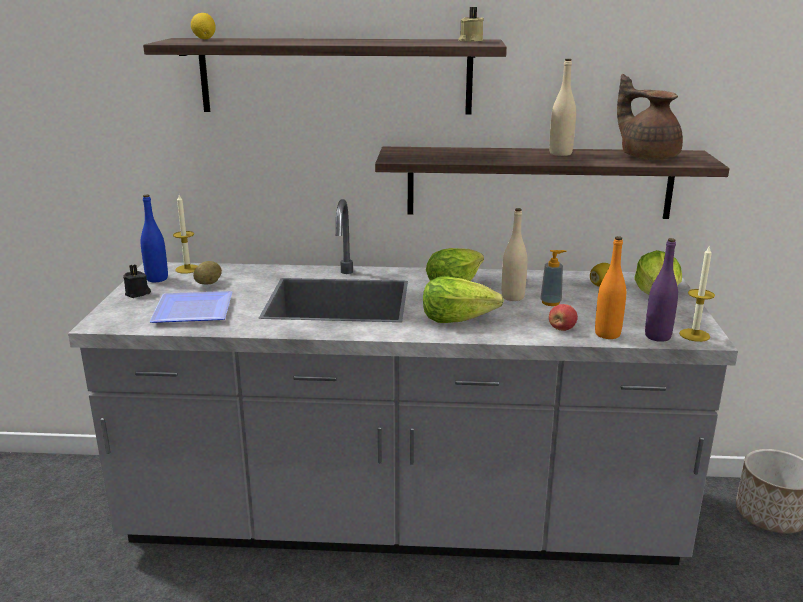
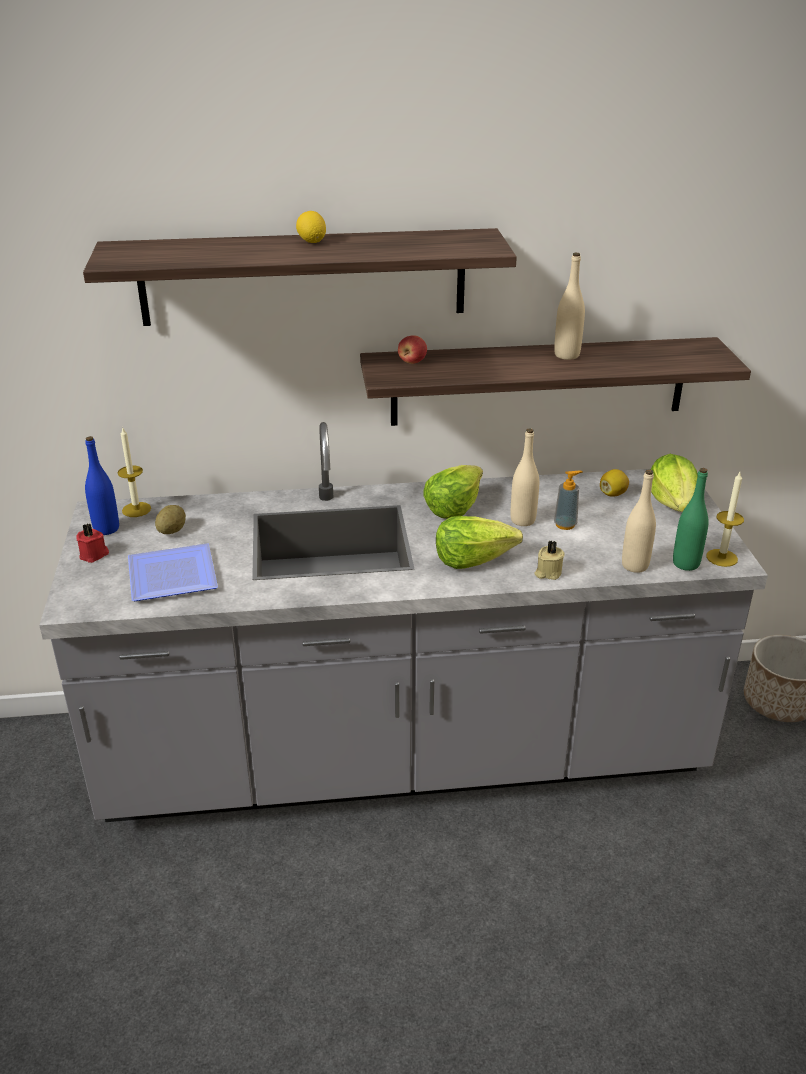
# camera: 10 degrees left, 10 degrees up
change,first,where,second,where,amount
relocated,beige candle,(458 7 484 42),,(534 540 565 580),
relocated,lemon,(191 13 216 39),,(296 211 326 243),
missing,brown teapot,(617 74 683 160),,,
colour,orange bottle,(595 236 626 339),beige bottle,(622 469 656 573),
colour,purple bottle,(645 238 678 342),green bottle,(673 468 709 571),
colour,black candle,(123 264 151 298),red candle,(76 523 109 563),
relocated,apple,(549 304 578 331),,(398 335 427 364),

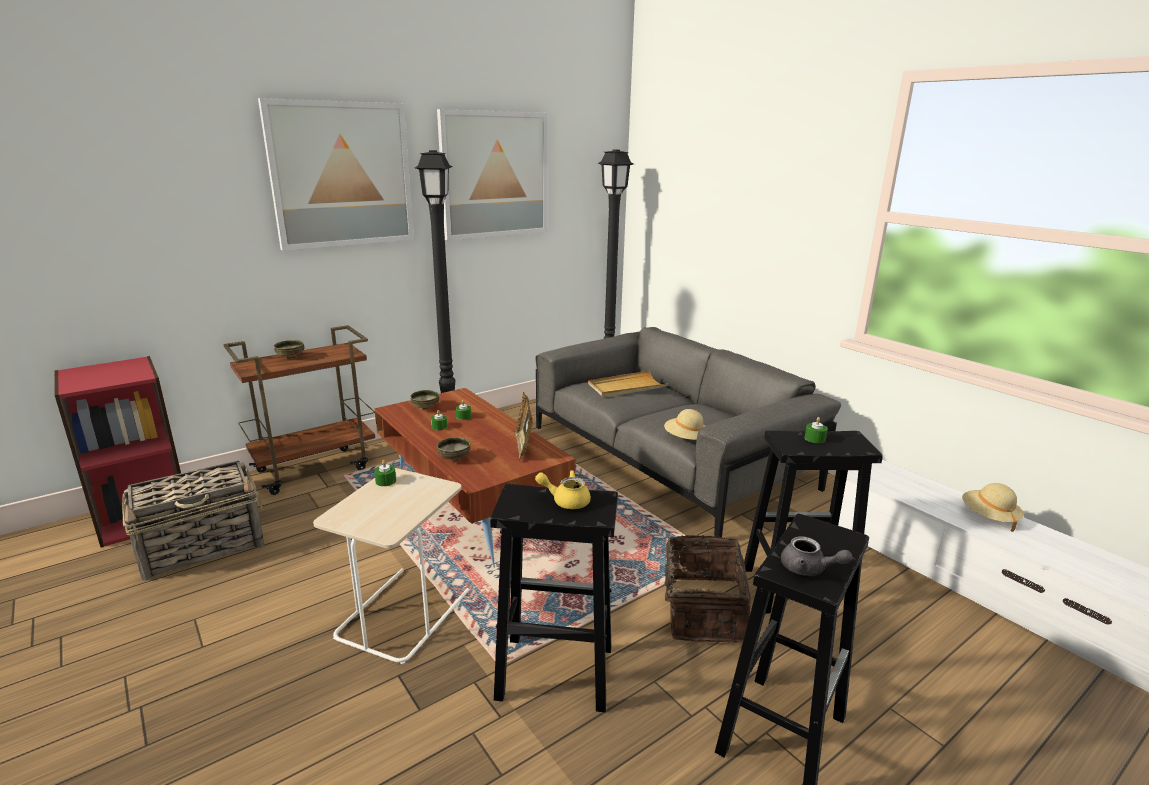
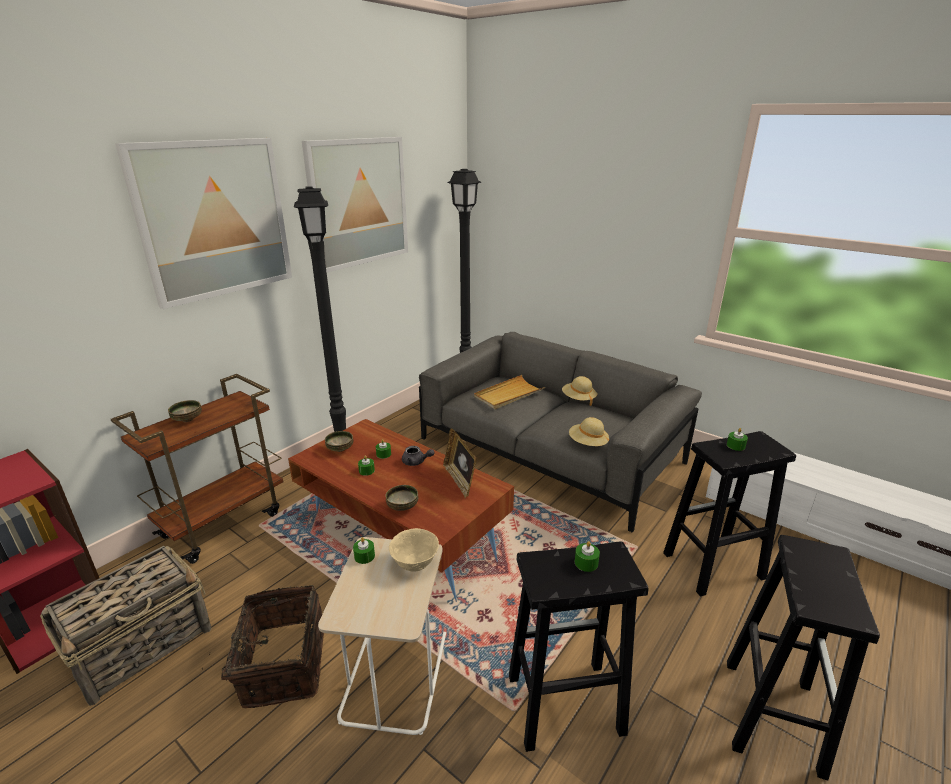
# camera: 15 degrees left, 5 degrees up
change,first,where,second,where,amount
exchanged,yellow teapot,(535 470 591 509),green candle,(575 541 600 572),
relocated,beige hat,(962 483 1024 532),,(562 376 598 406),
relocated,basket,(646 535 751 643),,(202 585 324 709),
relocated,grey teapot,(781 536 853 576),,(402 446 434 466),
appeared,,,beige bowl,(389 528 439 571),

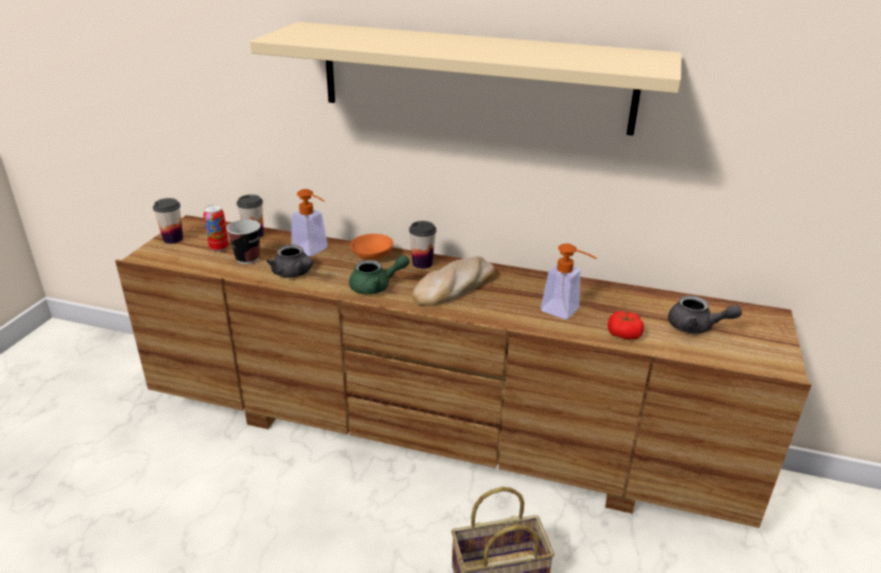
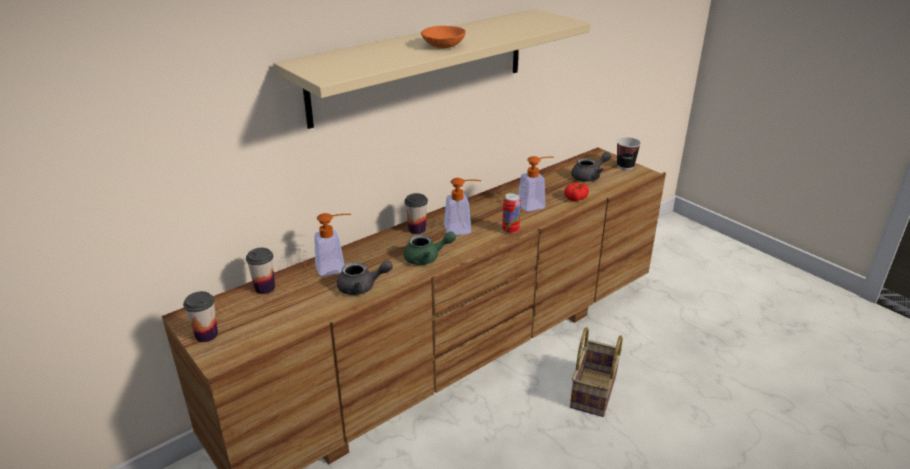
# camera: 55 degrees left, 0 degrees up
change,first,where,second,where,amount
relocated,can,(203 205 229 252),,(502 193 521 234),
relocated,cup,(226 219 260 264),,(617 137 641 170),
relocated,orange bowl,(350 234 393 260),,(421 26 466 48),
spun,green teapot,(349 255 410 294),,(404 231 456 265),60 degrees clockwise
exchanged,bread,(412 256 495 306),soap dispenser,(444 178 481 235),

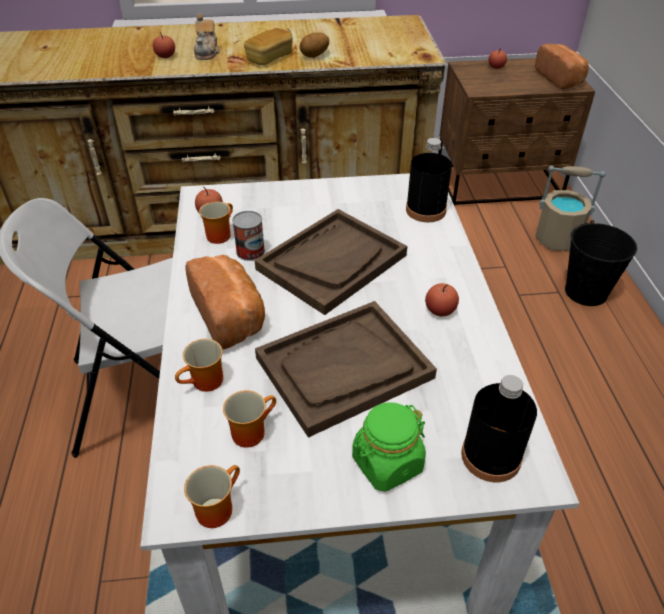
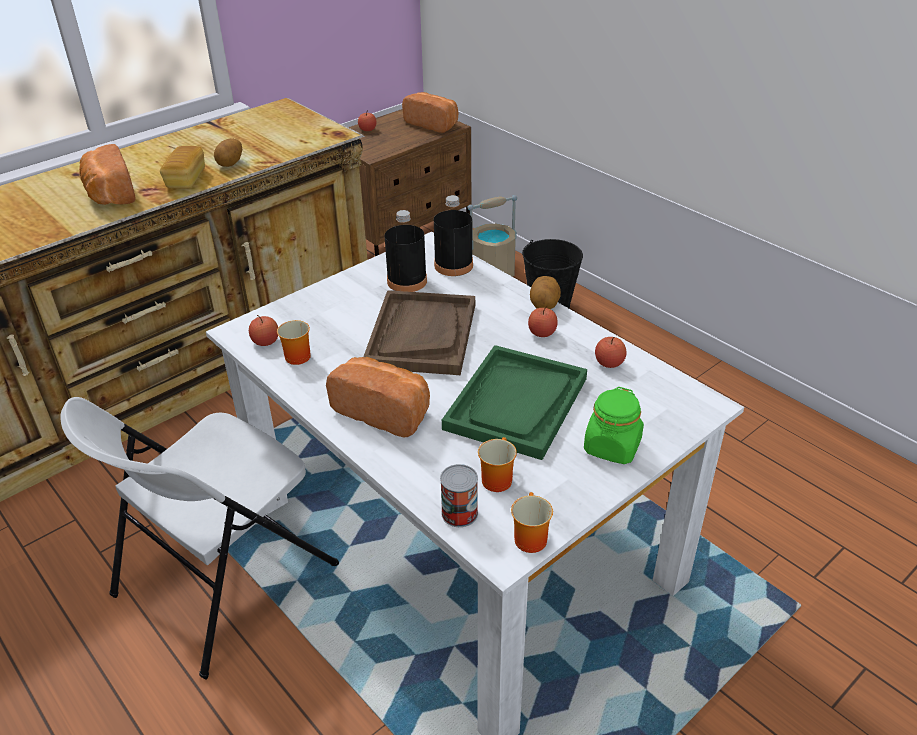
# camera: 35 degrees left, 5 degrees down
change,first,where,second,where,amount
exchanged,teapot,(194 14 220 60),bread,(79 144 136 205),
relocated,apple,(153 33 175 58),,(595 337 626 368),
relocated,can,(232 211 265 261),,(440 464 478 527),
colour,brown tray,(255 301 437 438),green tray,(442 345 587 460),
missing,mug,(175 339 223 392),,,
relocated,black bottle,(461 375 537 482),,(385 210 427 292),
appeared,,,potato,(530 276 561 309),

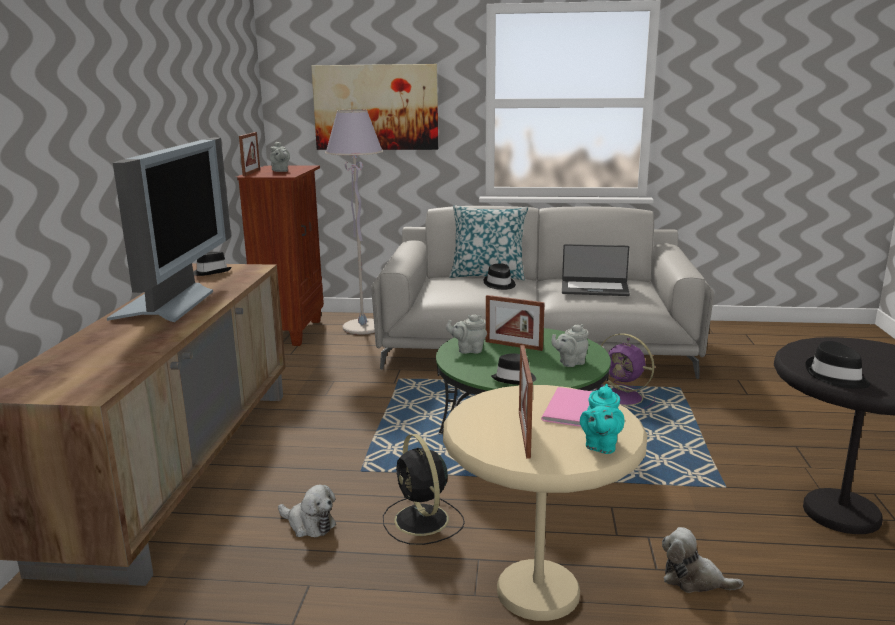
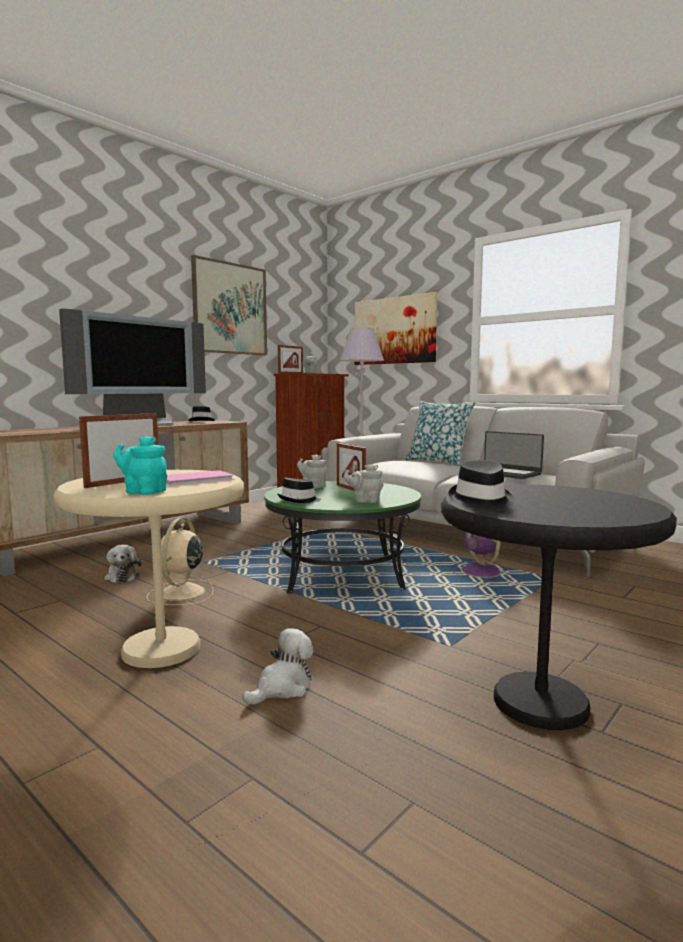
# camera: 35 degrees right, 10 degrees down
change,first,where,second,where,amount
missing,black hat,(484 264 516 290),,,
spun,turquoise teapot,(580 384 625 454),,(113 436 167 495),60 degrees clockwise
colour,black fan,(383 434 465 545),beige fan,(146 518 213 605),
spun,plush toy,(662 527 743 593),,(242 628 313 705),75 degrees clockwise
appeared,,,picture,(191 255 267 355),

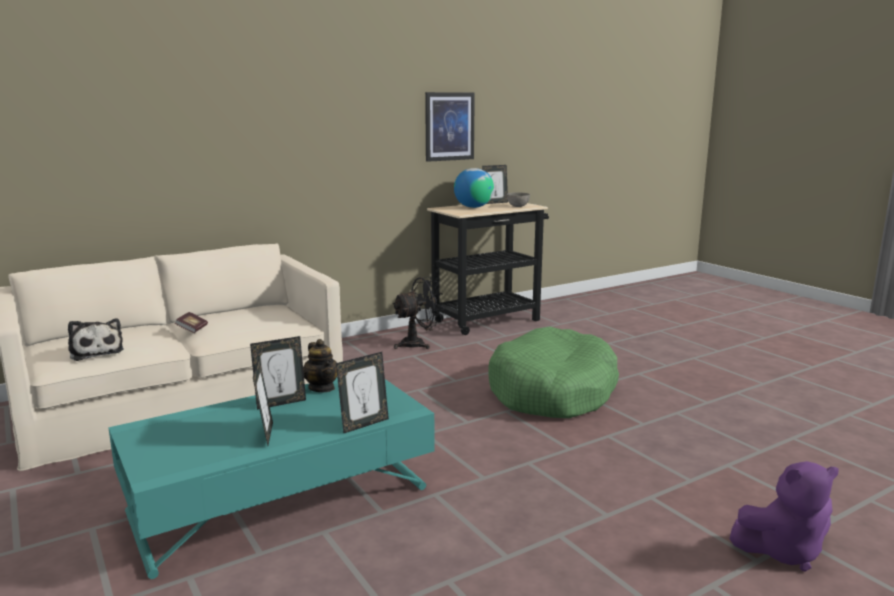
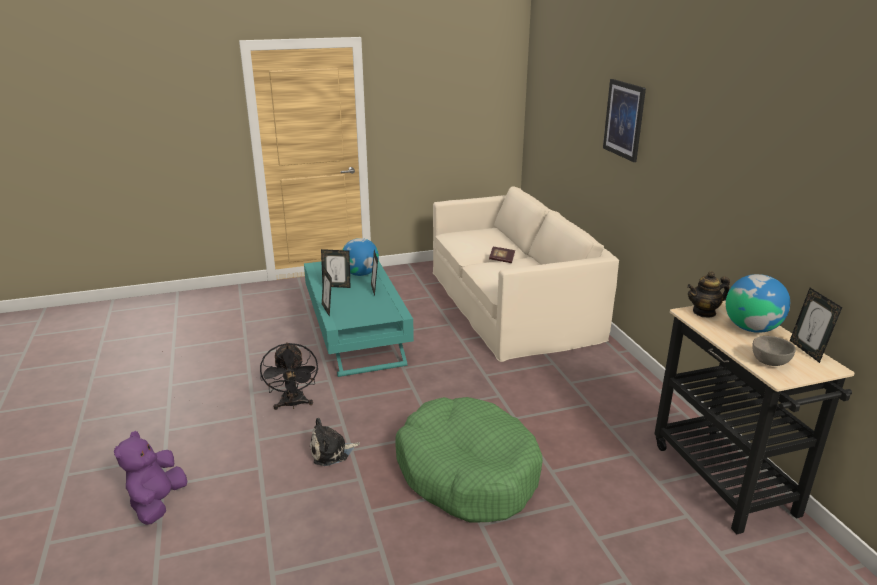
# camera: 105 degrees right, 10 degrees up
change,first,where,second,where,amount
relocated,picture,(425 92 475 162),,(603 79 646 162),
relocated,black fan,(393 277 445 349),,(260 342 318 410),
relocated,plush toy,(68 318 124 361),,(310 418 360 466),
relocated,teapot,(303 339 337 392),,(687 271 730 318),
appeared,,,globe,(343 238 379 276),

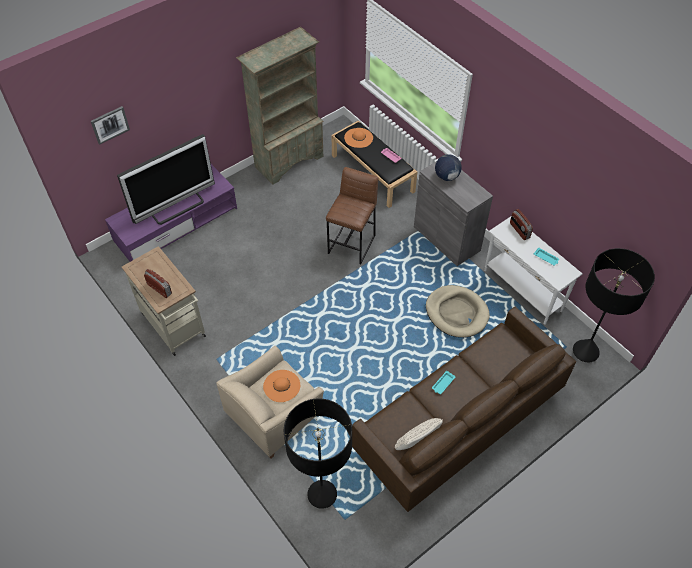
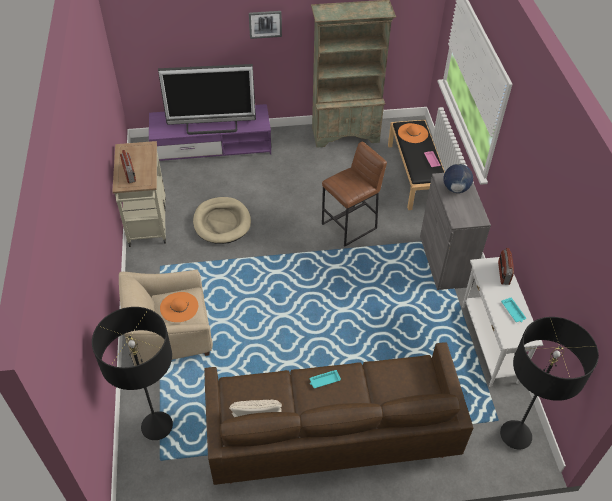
# camera: 30 degrees right, 5 degrees down
change,first,where,second,where,amount
relocated,picture,(91 106 130 145),,(249 11 282 39),
relocated,beige dog bed,(426 285 490 338),,(193 197 251 244),

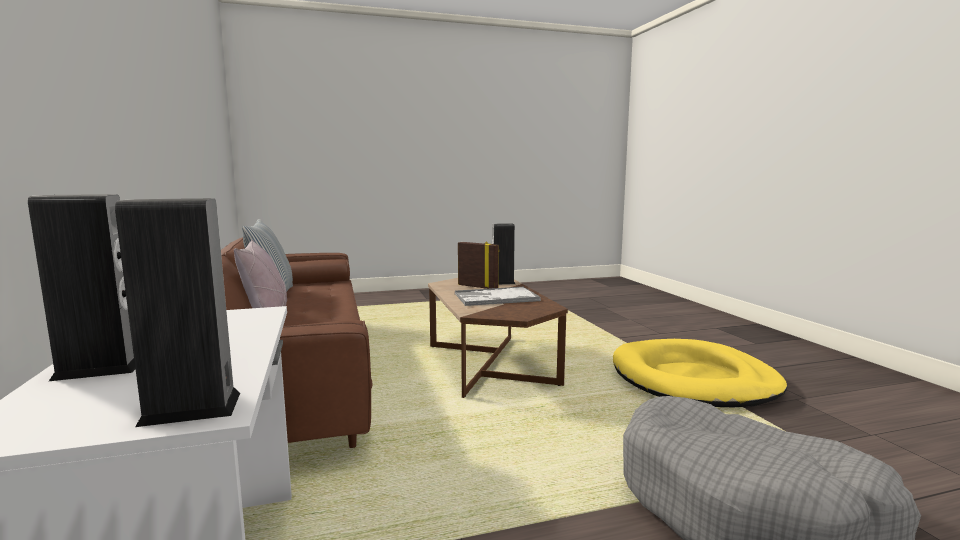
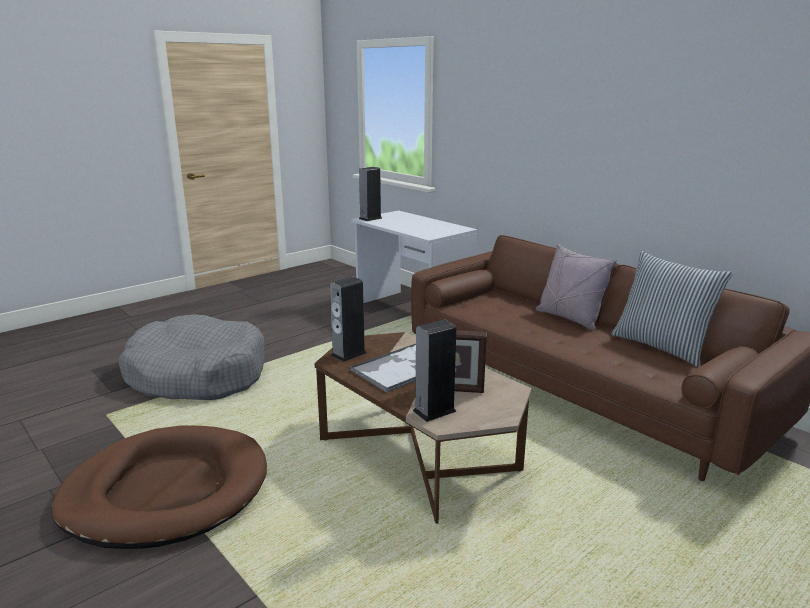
# camera: 155 degrees right, 10 degrees up
change,first,where,second,where,amount
relocated,speaker,(28 194 135 381),,(330 277 367 362),
colour,yellow dog bed,(613 339 787 407),brown dog bed,(51 425 267 549),

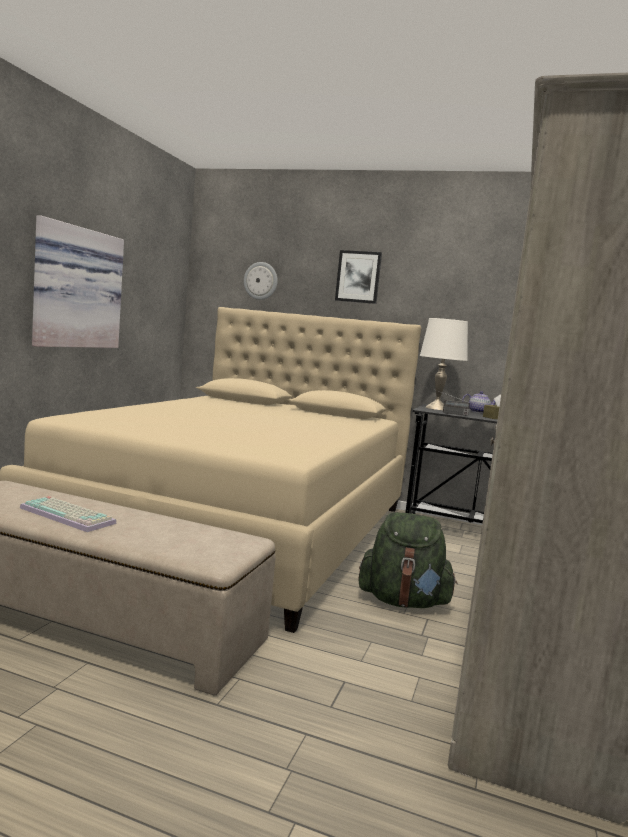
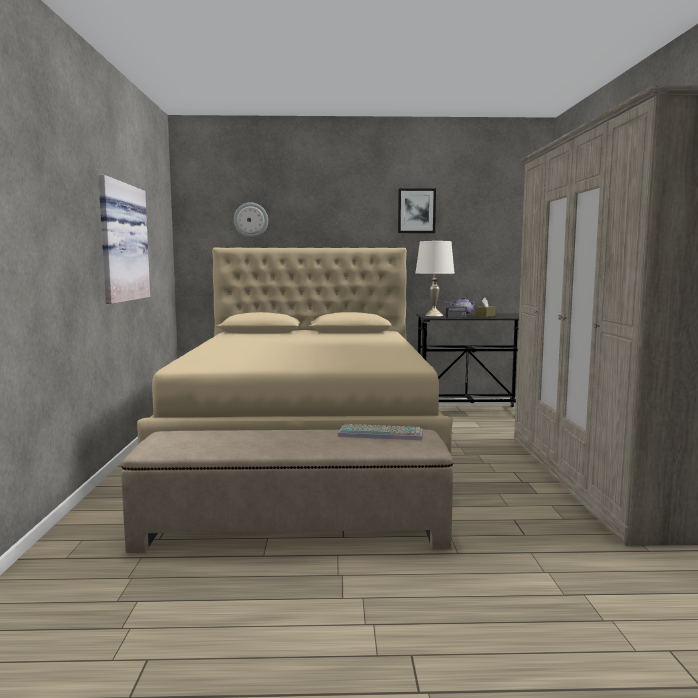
# camera: 20 degrees left, 0 degrees up
change,first,where,second,where,amount
relocated,picture,(335 250 382 304),,(398 188 436 233),
relocated,keyboard,(20 496 117 532),,(338 424 423 440),
missing,green backpack,(359 512 457 608),,,

